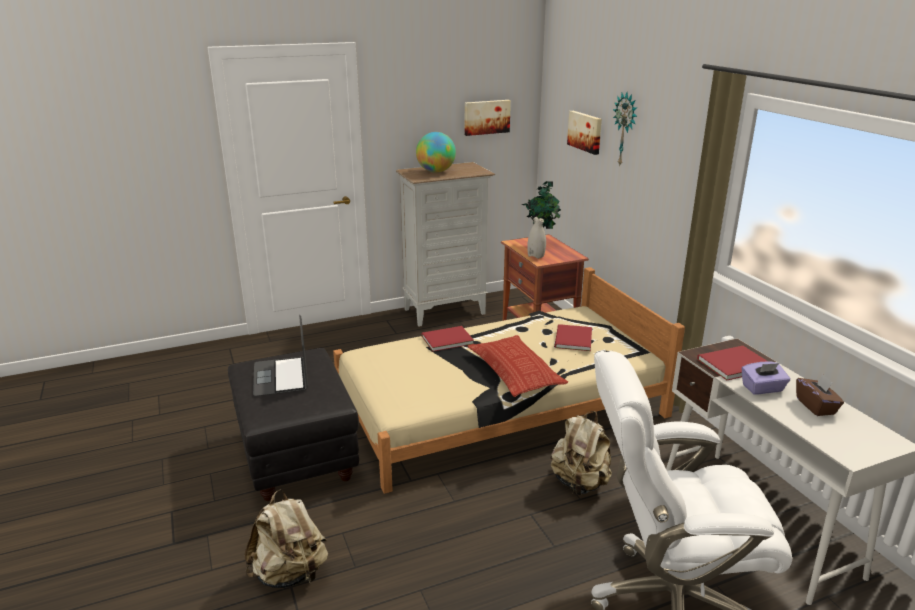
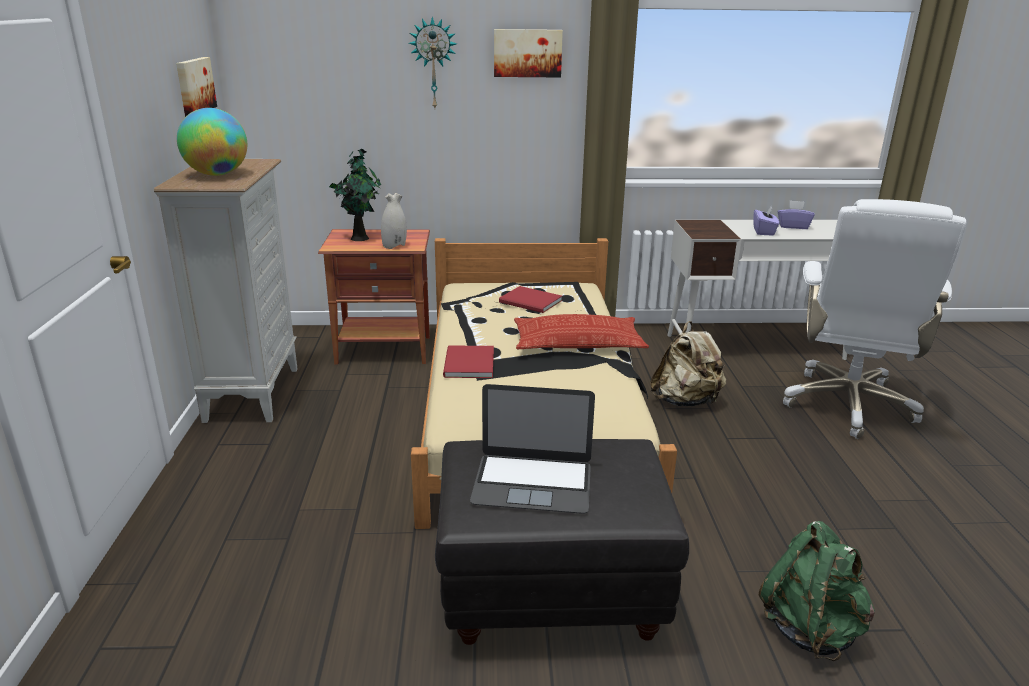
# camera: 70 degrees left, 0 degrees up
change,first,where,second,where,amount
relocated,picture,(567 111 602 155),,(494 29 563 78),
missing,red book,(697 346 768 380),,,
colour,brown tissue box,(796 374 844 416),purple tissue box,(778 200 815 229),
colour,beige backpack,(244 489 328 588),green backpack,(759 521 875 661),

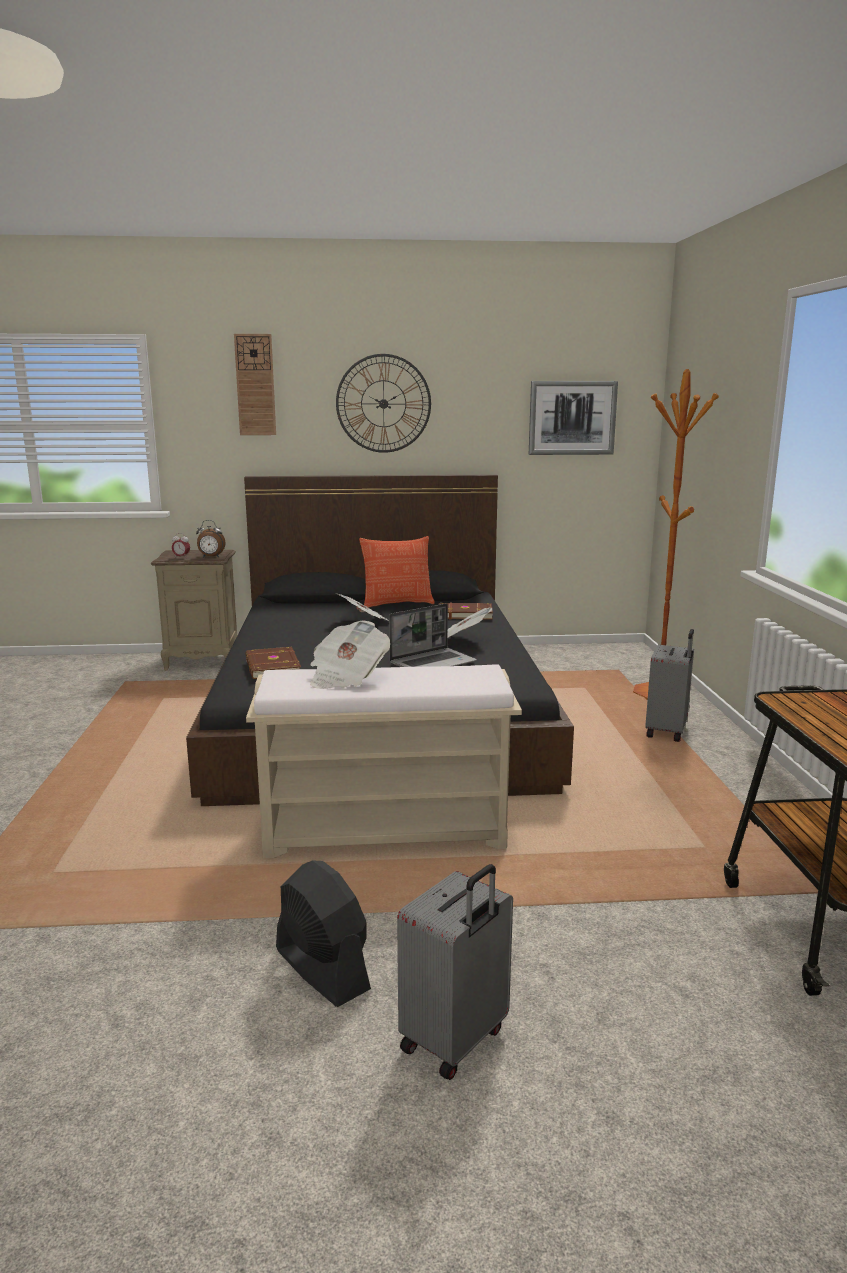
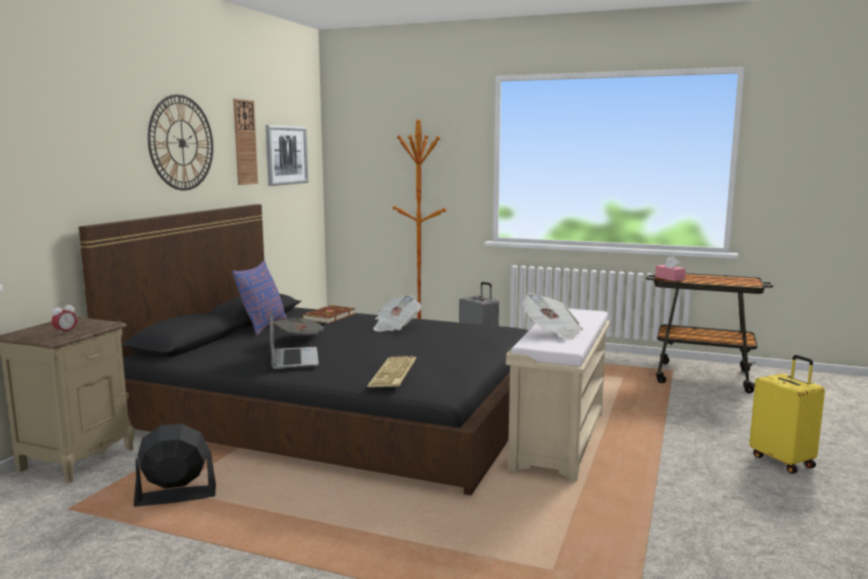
# camera: 65 degrees left, 5 degrees down
change,first,where,second,where,amount
relocated,wall clock,(234 334 276 435),,(233 99 258 185),
missing,alarm clock,(196 520 226 557),,,
colour,orange pillow,(359 536 435 608),blue pillow,(232 261 287 335),
relocated,laptop,(389 603 477 667),,(270 310 319 370),
exchanged,brown book,(246 647 301 679),keyboard,(367 356 416 387),
relocated,black fan,(276 861 371 1007),,(134 424 216 507),
colour,grey suitcase,(397 864 513 1080),yellow suitcase,(749 355 825 474),
appeared,,,pink tissue box,(655 256 686 281),

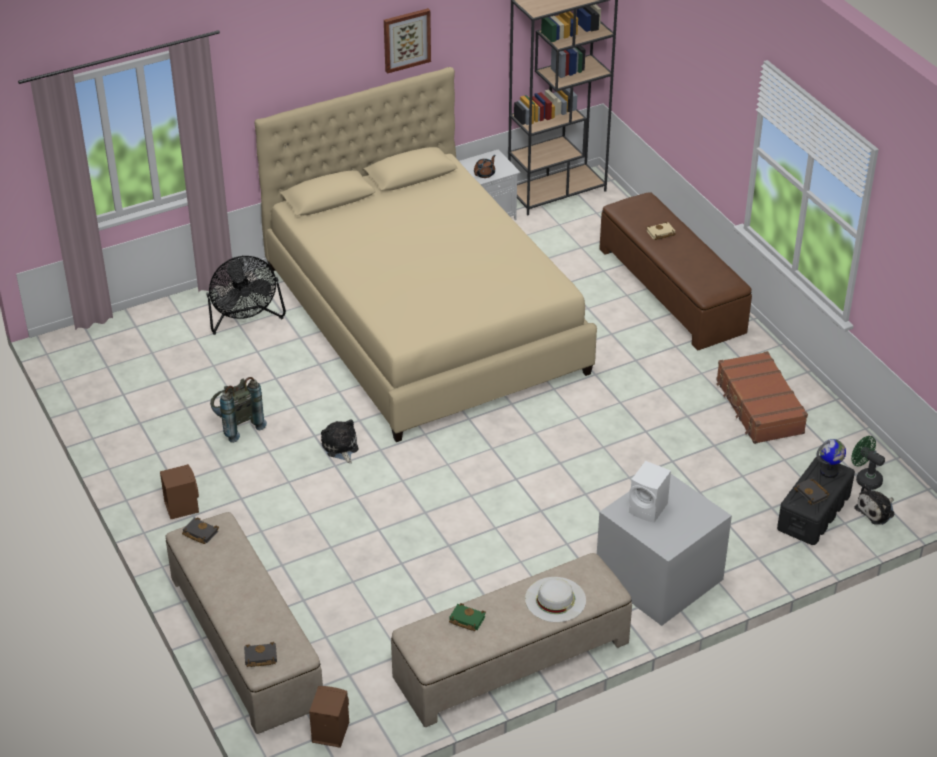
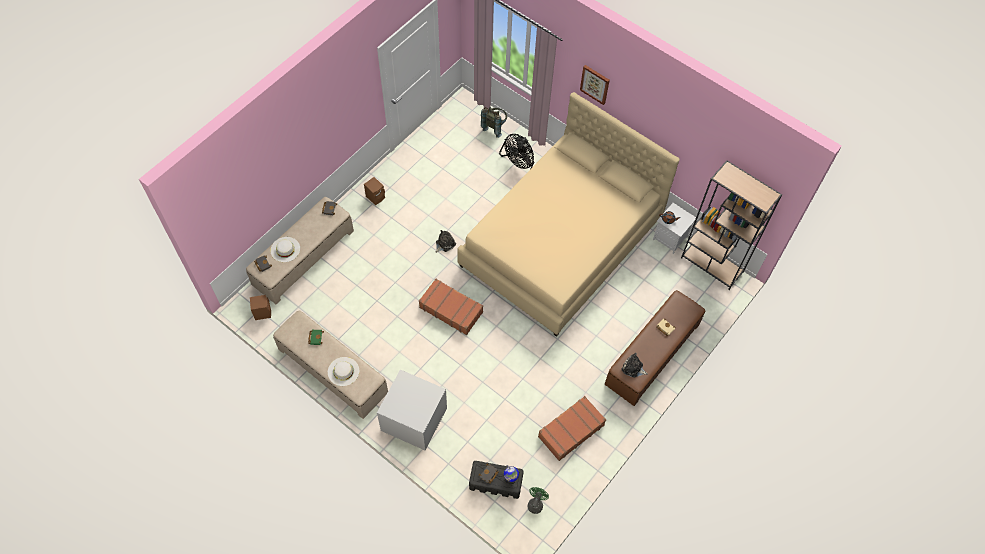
# camera: 65 degrees right, 20 degrees up
change,first,where,second,where,amount
relocated,picture,(384 8 431 74),,(580 65 610 105),
relocated,grey backpack,(210 377 267 443),,(481 107 507 138),
missing,white speaker,(629 461 671 523),,,
relocated,plush toy,(854 485 895 525),,(621 353 648 378),
appeared,,,white hat,(270 237 300 262),
appeared,,,brown suitcase,(419 279 483 335),

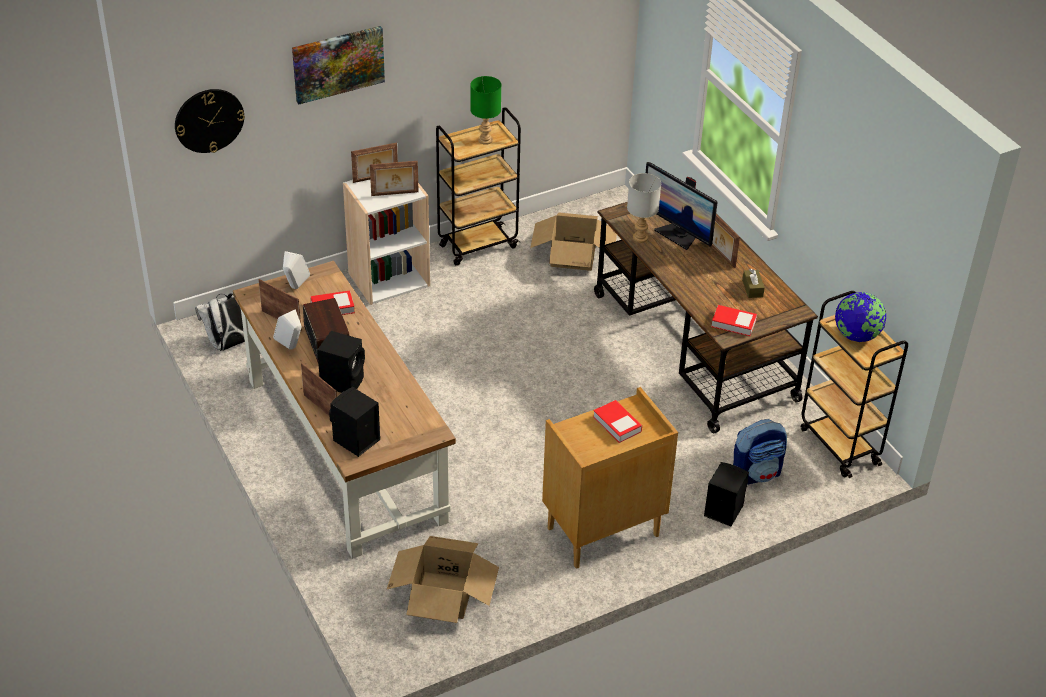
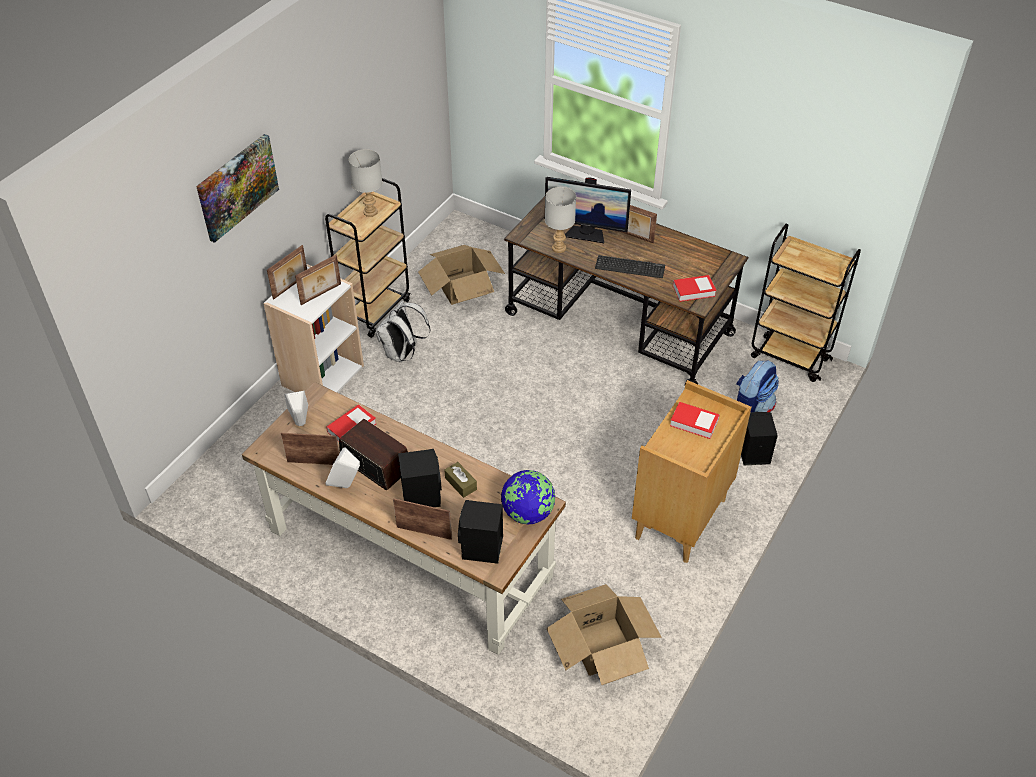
# camera: 30 degrees left, 5 degrees up
change,first,where,second,where,amount
colour,green table lamp,(471 76 501 145),grey table lamp,(349 149 382 217),
missing,wall clock,(175 89 245 153),,,
relocated,brown tissue box,(742 269 765 298),,(444 462 477 498),
relocated,white backpack,(195 292 245 351),,(375 301 431 362),
relocated,globe,(835 292 886 342),,(501 470 555 524),
appeared,,,keyboard,(595 255 665 278),

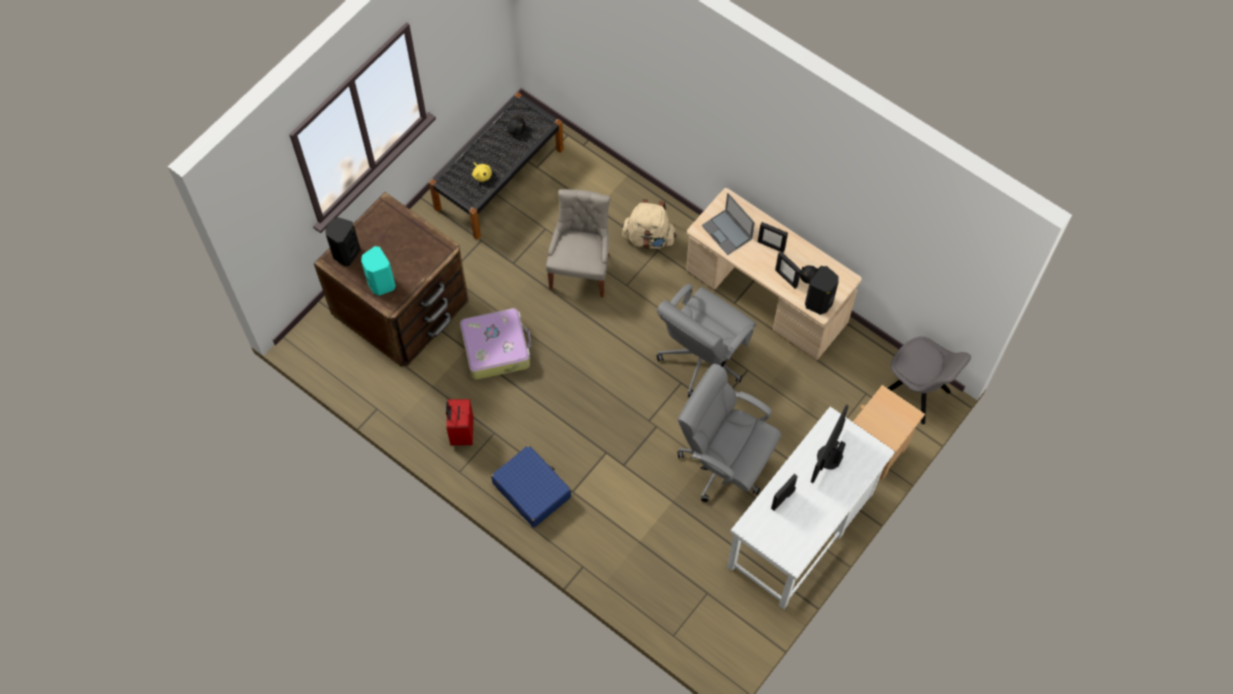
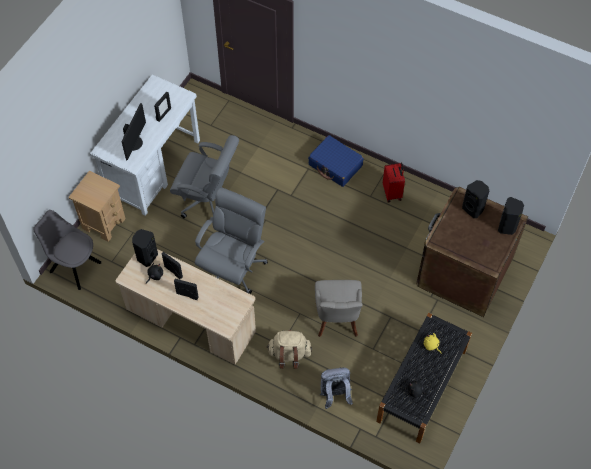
# camera: 170 degrees right, 5 degrees down
change,first,where,second,where,amount
missing,laptop,(702 193 755 255),,,
colour,turquoise speaker,(361 246 396 296),black speaker,(462 180 489 218),
missing,suitcase,(460 308 531 380),,,
appeared,,,grey backpack,(319 367 353 409),

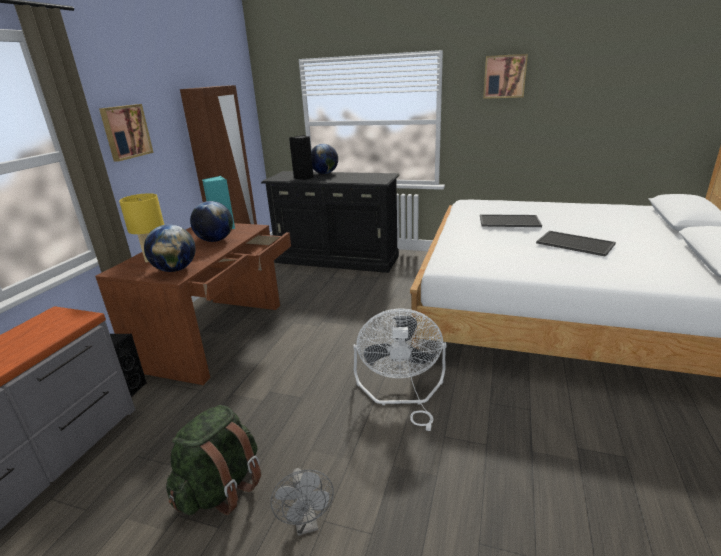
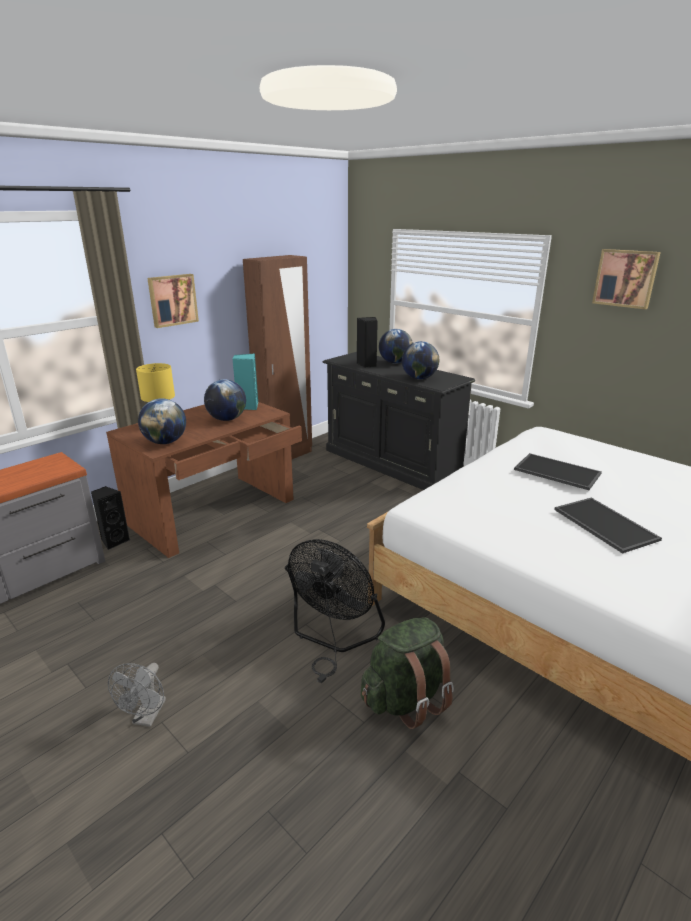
# camera: 25 degrees right, 0 degrees up
change,first,where,second,where,amount
colour,white fan,(354 309 446 431),black fan,(285 539 385 683),
relocated,green backpack,(166 405 261 515),,(361 617 454 729),
appeared,,,globe,(402 341 439 379),

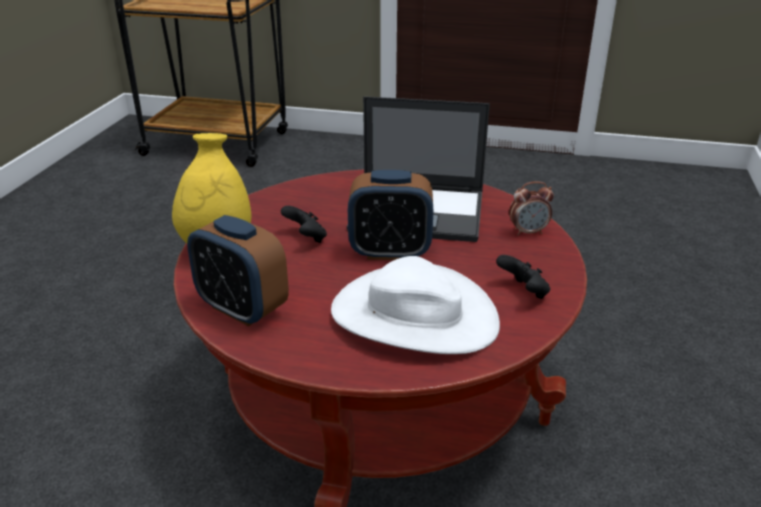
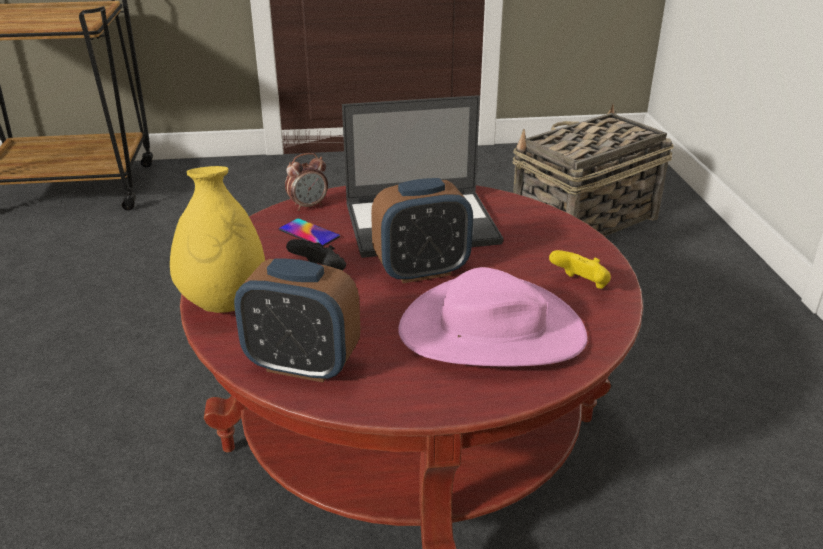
# camera: 20 degrees left, 0 degrees up
change,first,where,second,where,amount
relocated,alarm clock,(509 181 554 236),,(285 153 328 211),
colour,black game controller,(496 255 550 299),yellow game controller,(549 250 611 289),
colour,white hat,(331 256 500 354),pink hat,(398 267 588 367),
appeared,,,basket,(513 104 674 236),
appeared,,,phone,(279 218 340 247),

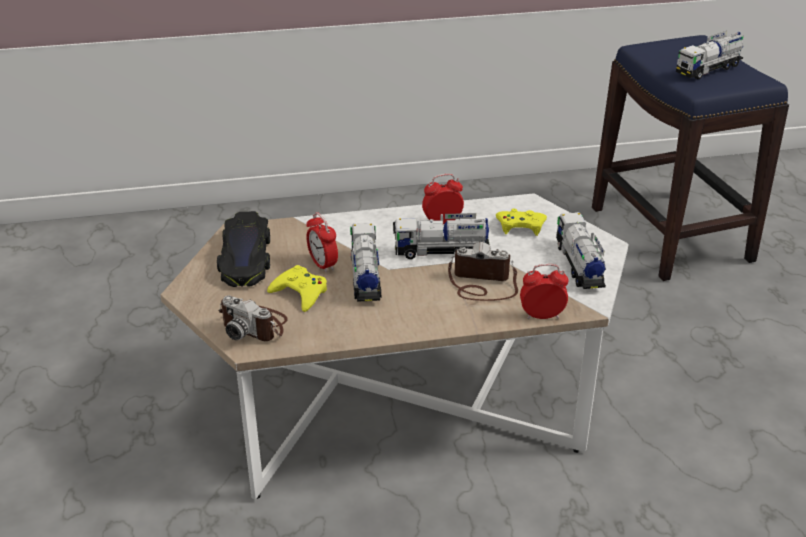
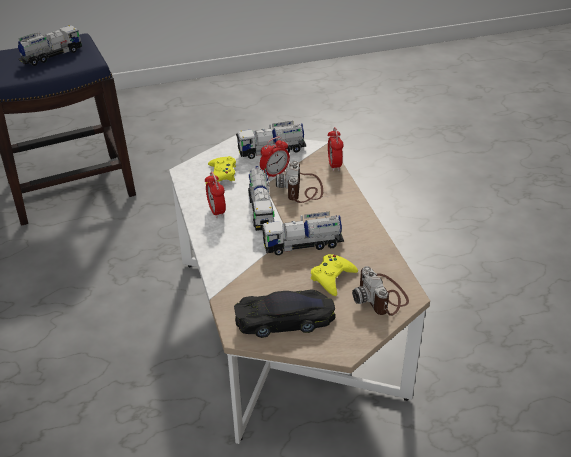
# camera: 95 degrees left, 5 degrees up
change,first,where,second,where,amount
spun,toy truck,(676 31 743 79),,(18 25 82 66),90 degrees counterclockwise
relocated,alarm clock,(306 212 338 273),,(260 137 290 179),
spun,photo camera,(218 295 288 341),,(352 266 409 316),135 degrees clockwise

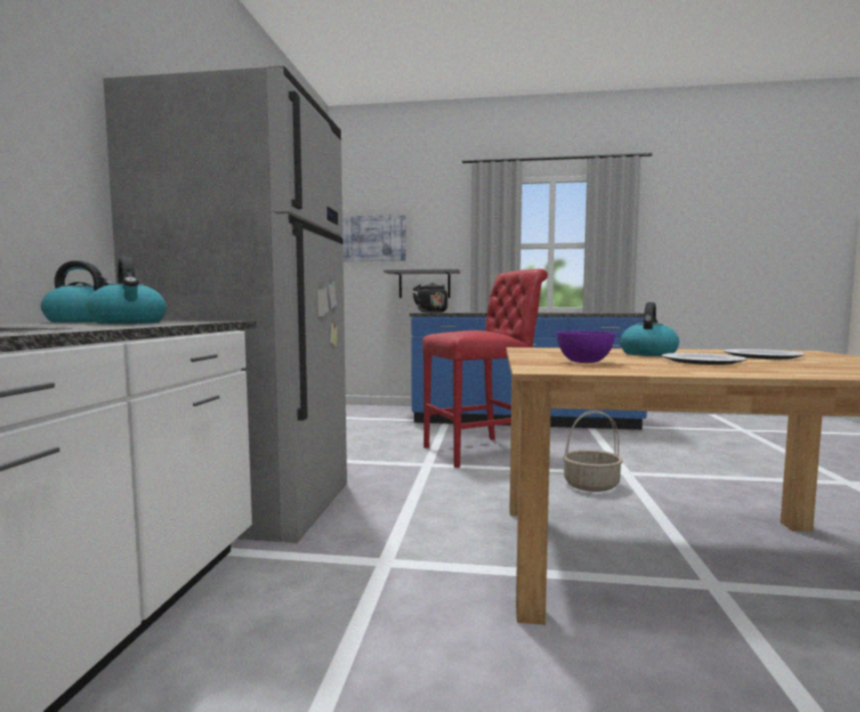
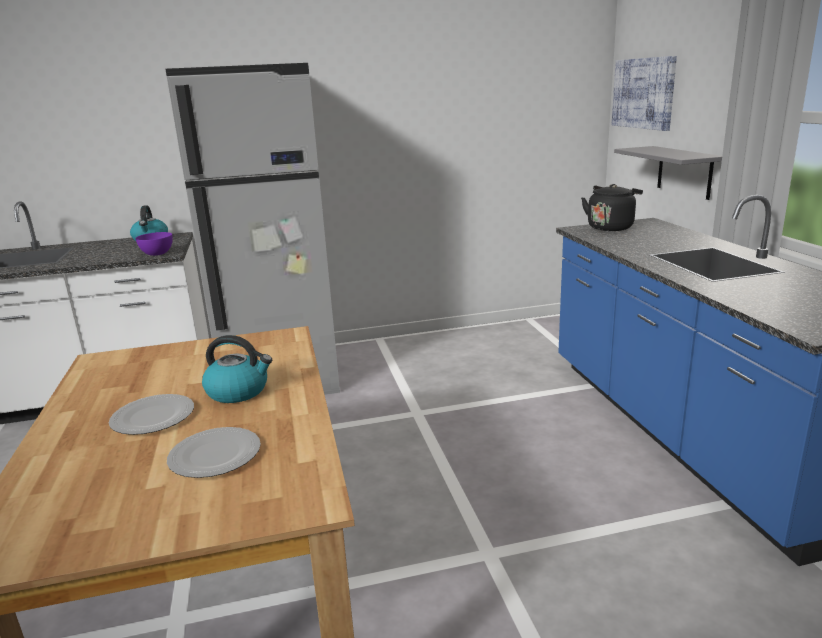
# camera: 70 degrees right, 15 degrees up
change,first,where,second,where,amount
missing,kettle,(86 257 167 324),,,
missing,red stool,(422 269 548 468),,,
relocated,purple bowl,(557 331 615 363),,(135 232 173 256),
missing,basket,(563 410 623 492),,,

